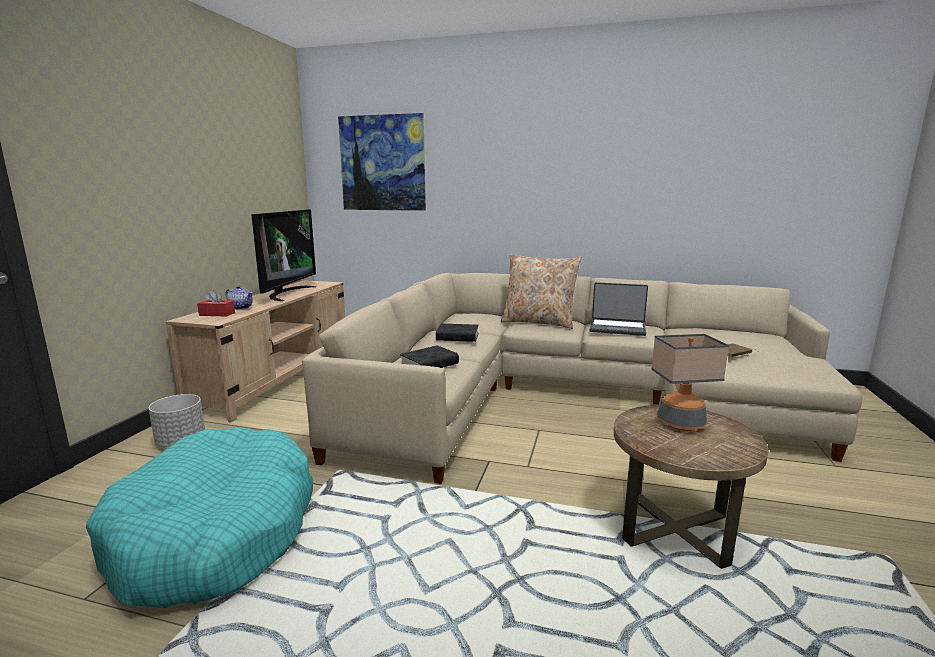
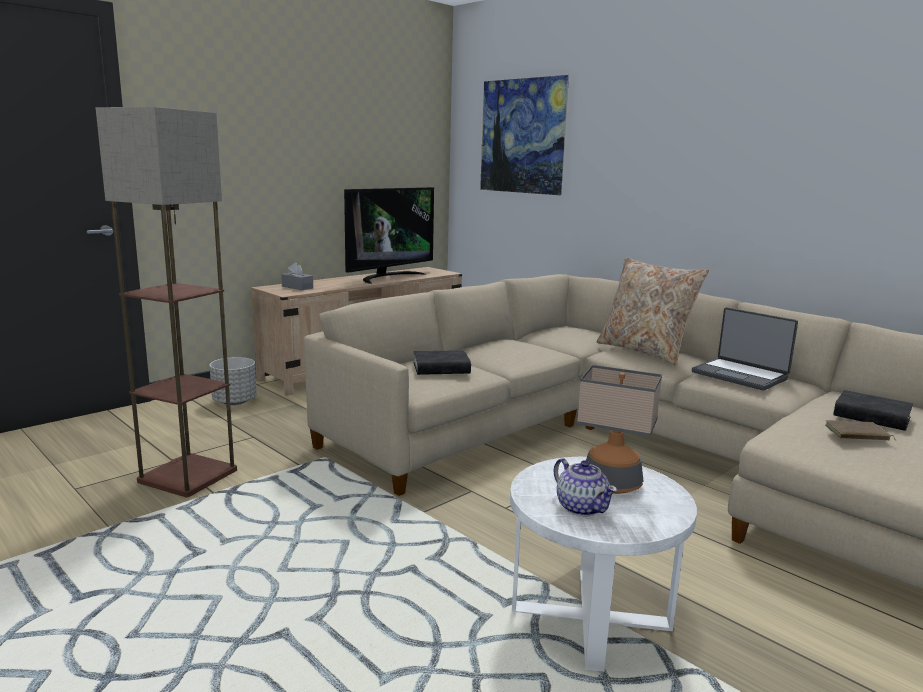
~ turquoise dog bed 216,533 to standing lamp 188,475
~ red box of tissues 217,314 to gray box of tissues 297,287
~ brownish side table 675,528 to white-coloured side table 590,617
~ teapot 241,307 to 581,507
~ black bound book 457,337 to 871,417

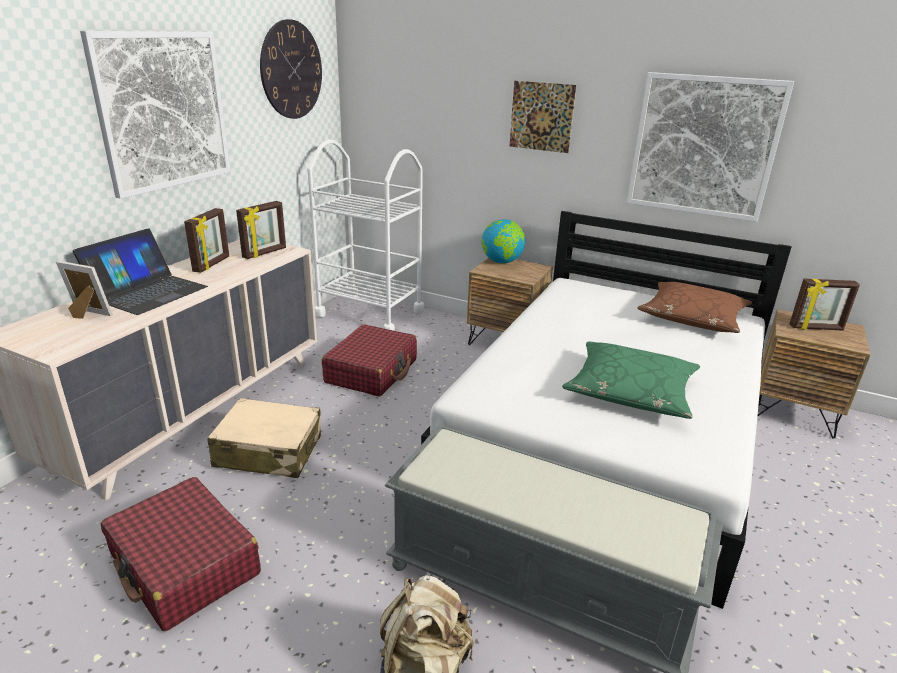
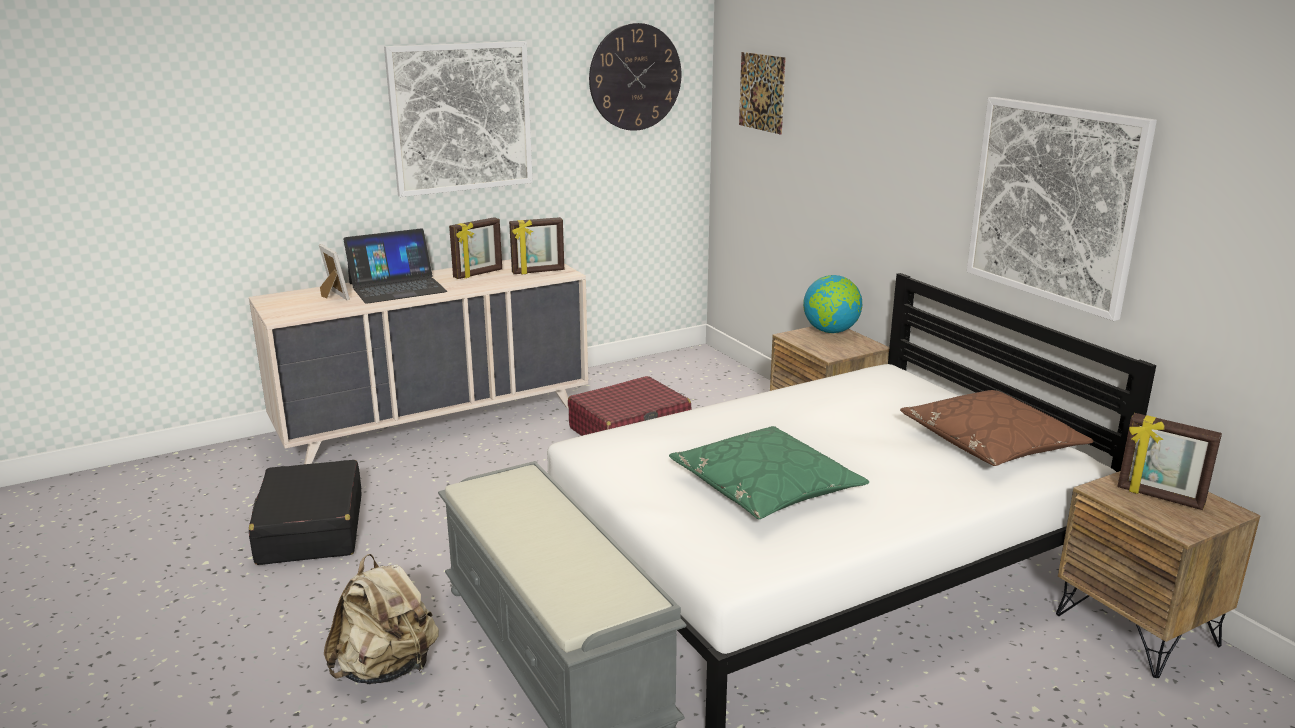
~ red travel case 185,565 to black travel case 310,529
~ wall art 541,116 to 762,92
- sand-coloured travel case 268,451
- white-coloured wheeled cart 370,313

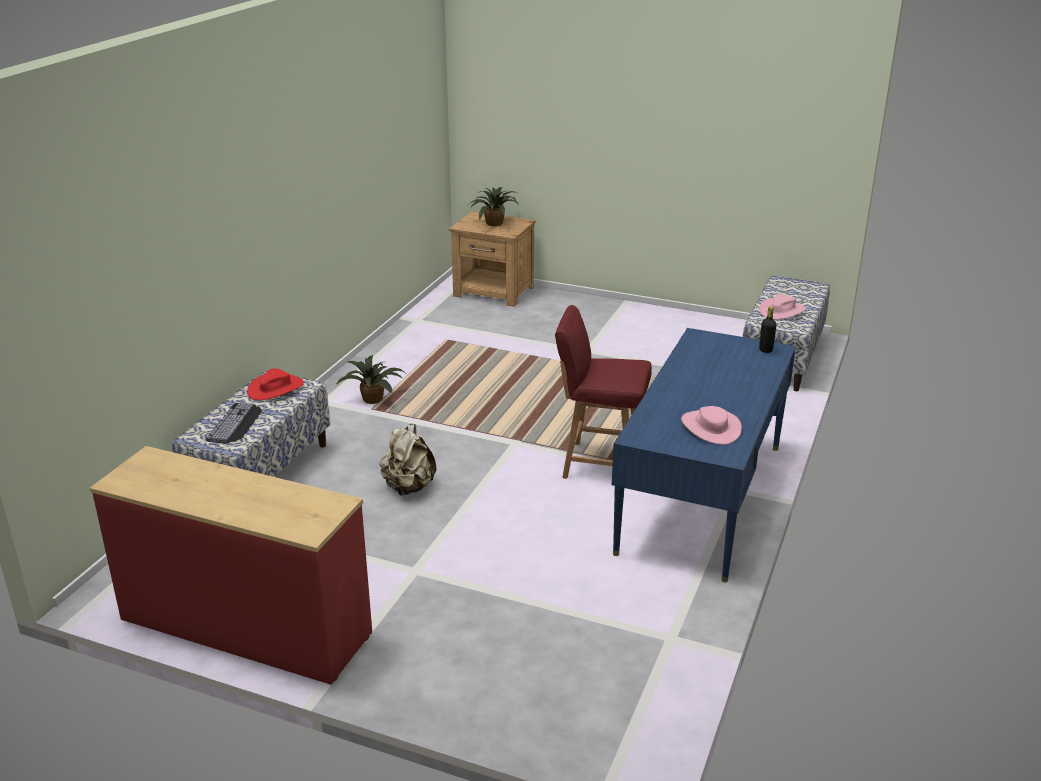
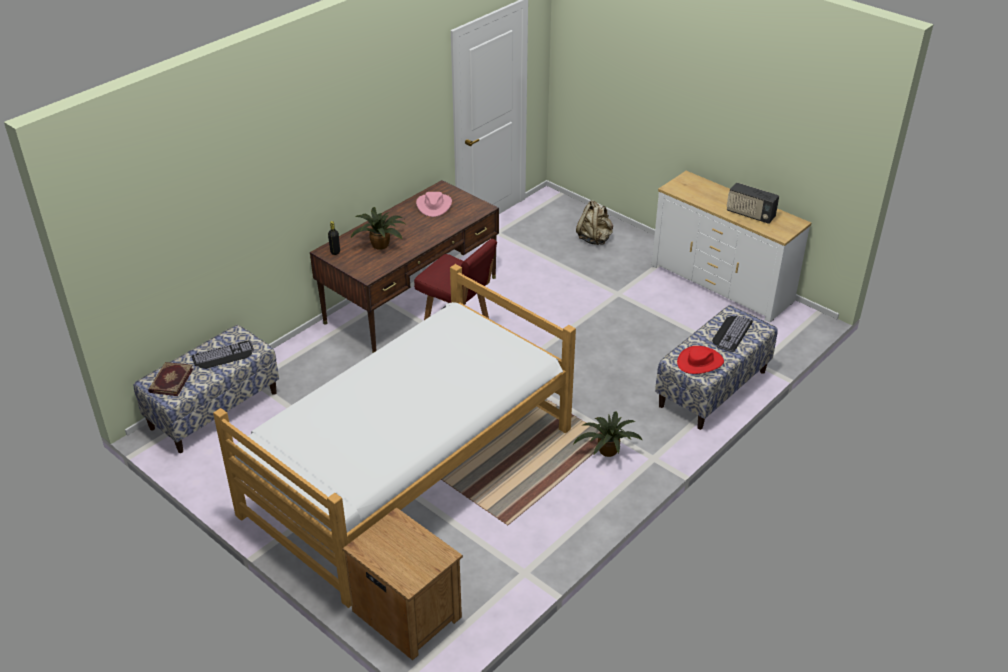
+ bound book 170,380
~ pink-coloured wearable hat 782,311 to computer keyboard 223,356
+ bed 409,471
~ blue-coloured desk unit 701,497 to brownish desk unit 411,300
~ potted plant 494,224 to 381,244
~ sand-coloured backpack 408,487 to 594,239
~ red dresser 245,627 to white-coloured dresser 721,283
+ radio set 750,215

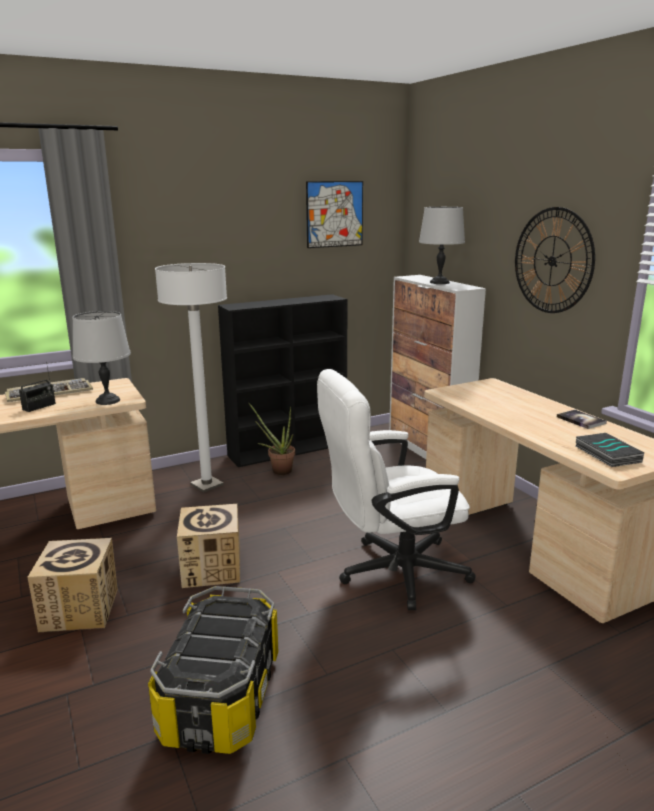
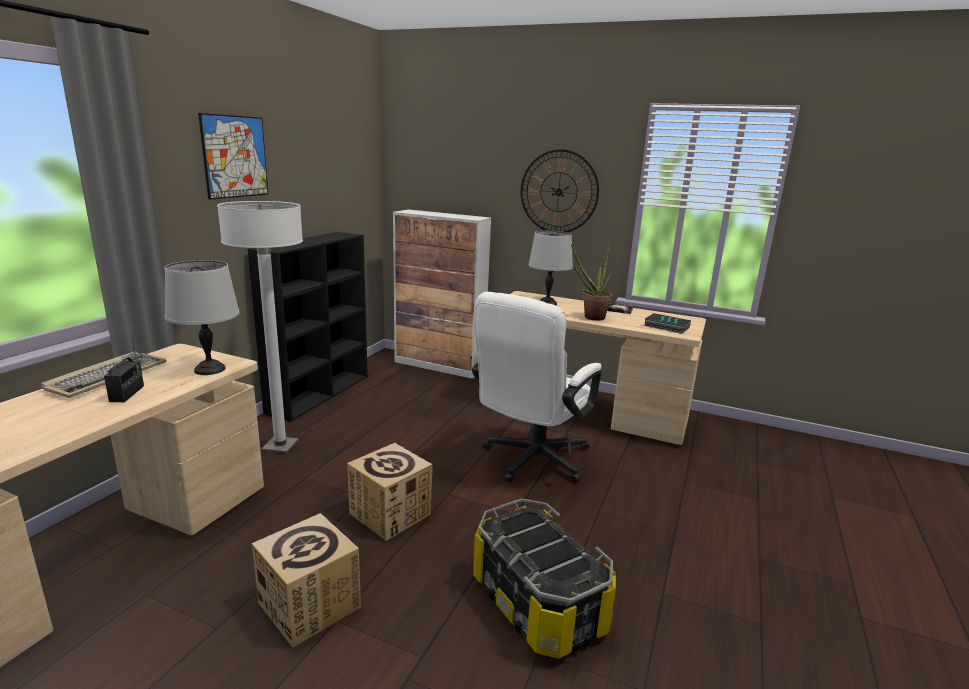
~ wall art 334,214 to 235,157
~ gray table lamp 440,282 to 547,303
~ potted plant 278,470 to 590,318

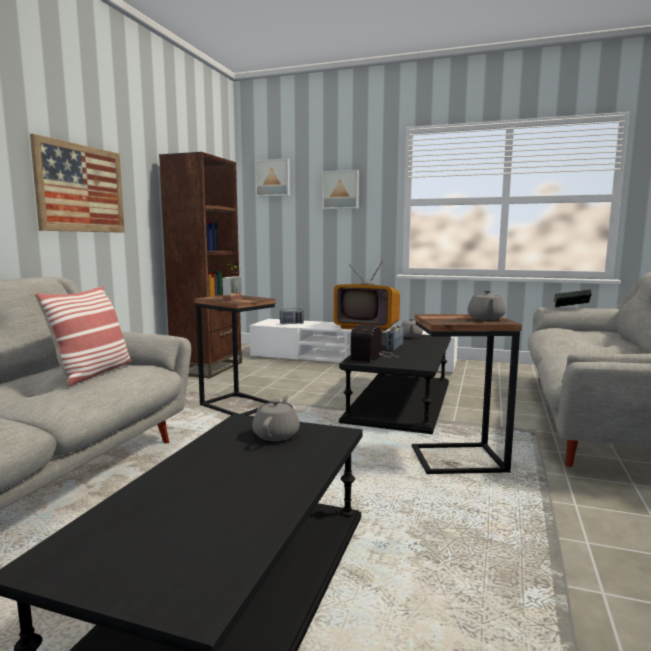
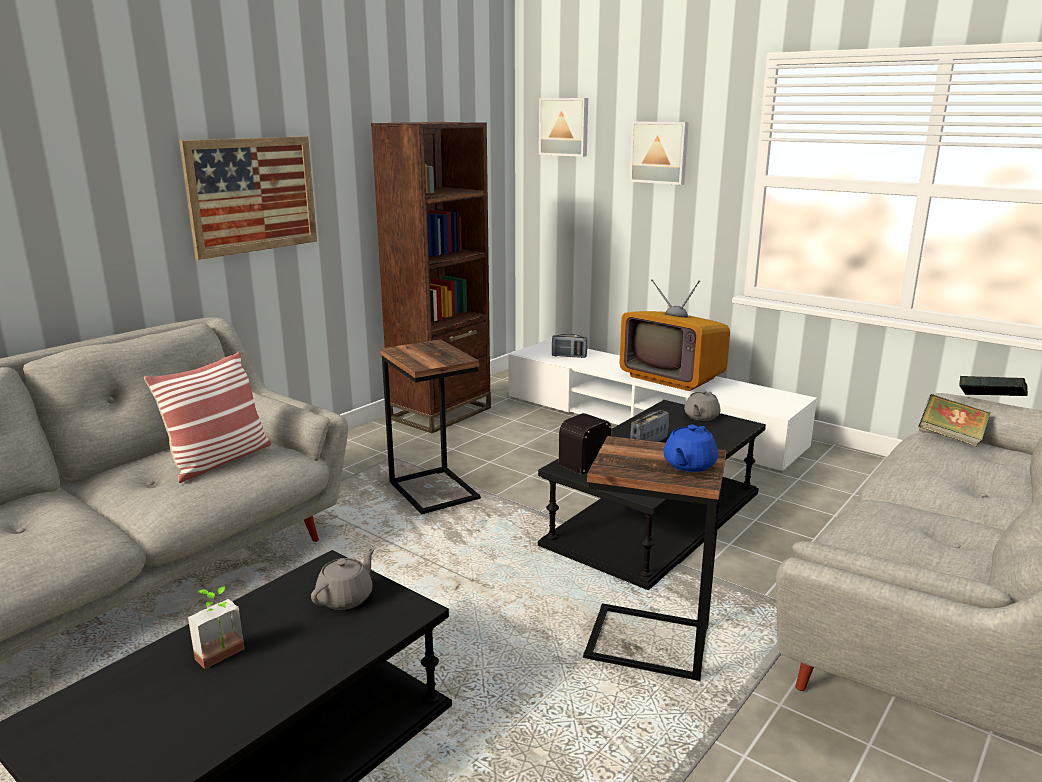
~ potted plant 235,299 to 224,658
~ gray teapot 485,318 to blue-coloured teapot 688,465
+ bound book 951,437

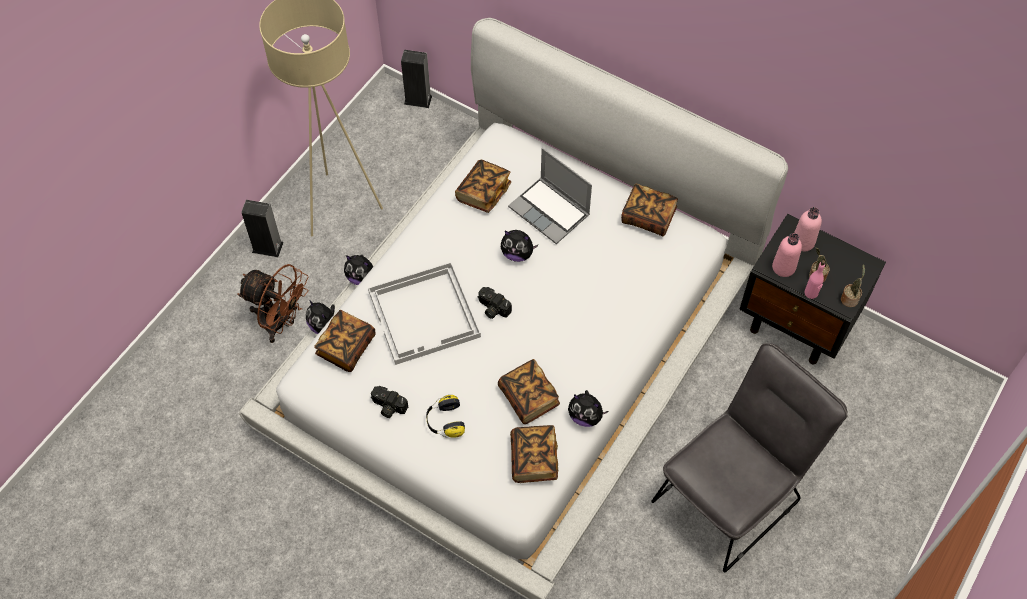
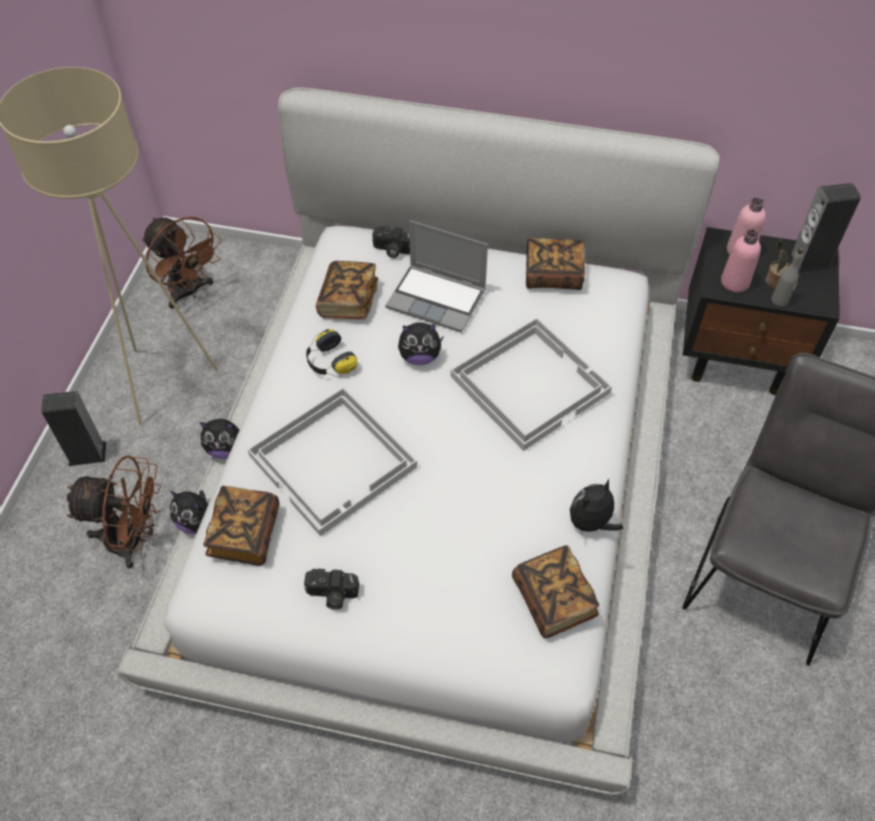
+ brownish fan 189,292
~ headphones 444,421 to 329,362
~ still camera 492,309 to 392,250
+ white-coloured carrying tray 530,383
~ cuddly toy 585,416 = 591,523 135 degrees clockwise
~ pink-coloured beverage bottle 811,293 to gray beverage bottle 779,300
~ audio speaker 418,99 to 809,262
- bound book 528,398
- potted plant 850,298

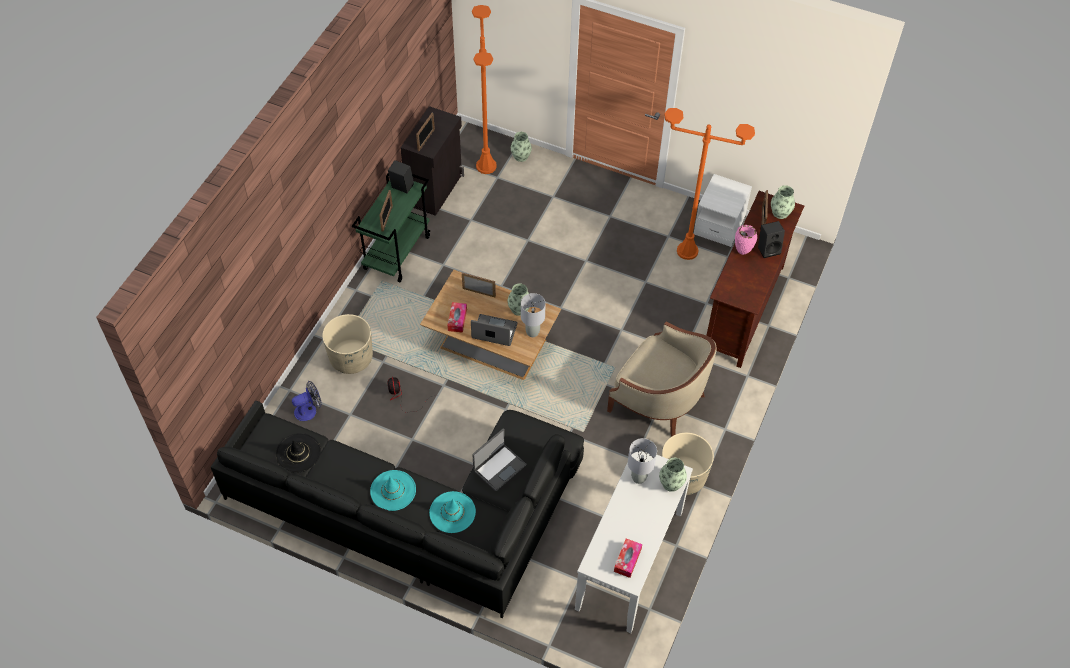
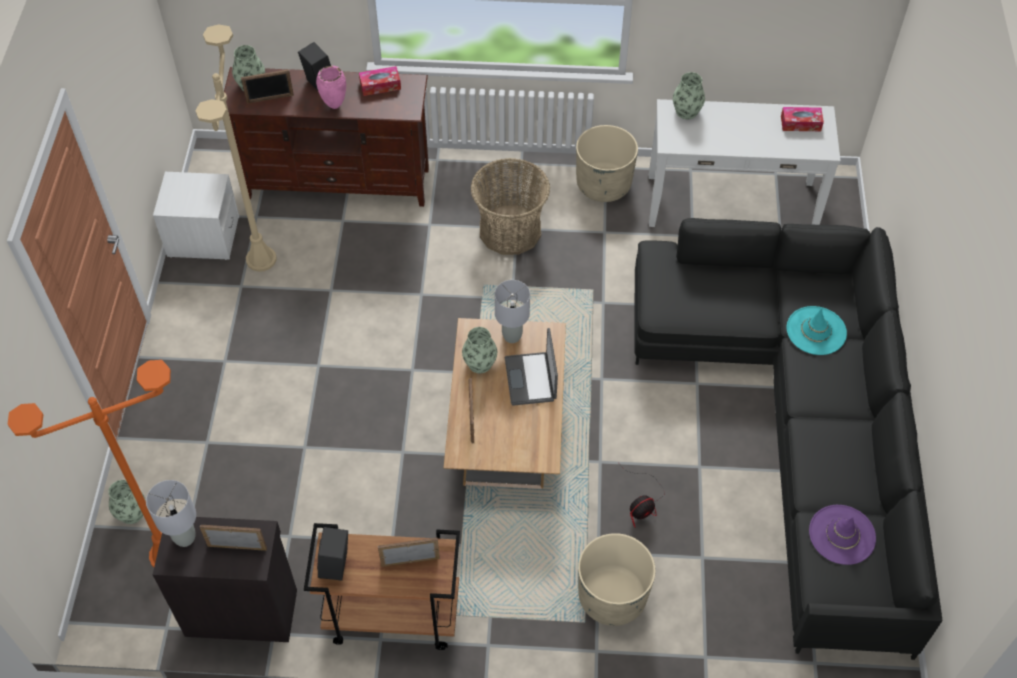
~ gray table lamp 638,478 to 185,538
~ orangey standing lamp 687,251 to sand-coloured standing lamp 261,259
~ green wheeled cart 397,252 to brownish wheeled cart 391,616
~ box of tissues 457,320 to 380,85
~ sand-coloured easy chair 659,399 to basket 510,230
~ black wearable hat 298,453 to purplish wearable hat 842,534
- fan 309,410
- turquoise wearable hat 393,490
- notebook computer 499,467

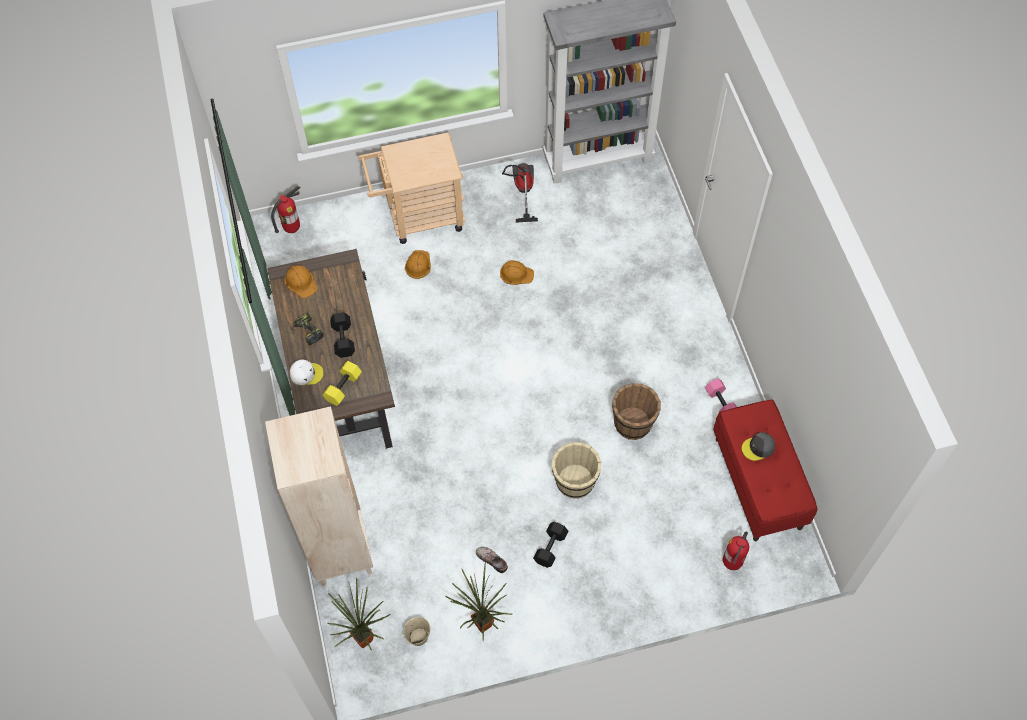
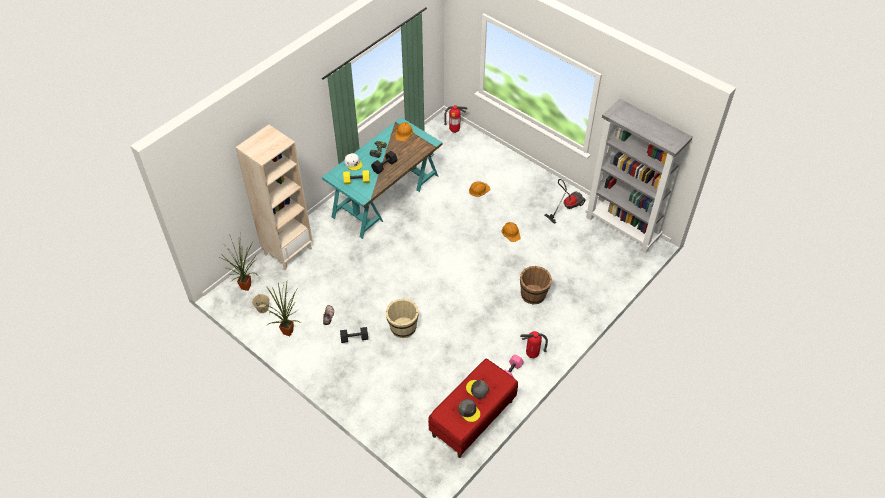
~ brownish desk unit 339,376 to turquoise desk unit 385,196
+ gray peaked cap 469,411
~ brownish water bucket 633,423 to 533,295
~ fire-fighting cylinder 732,563 to 532,355
- sand-coloured wheeled cart 418,217

